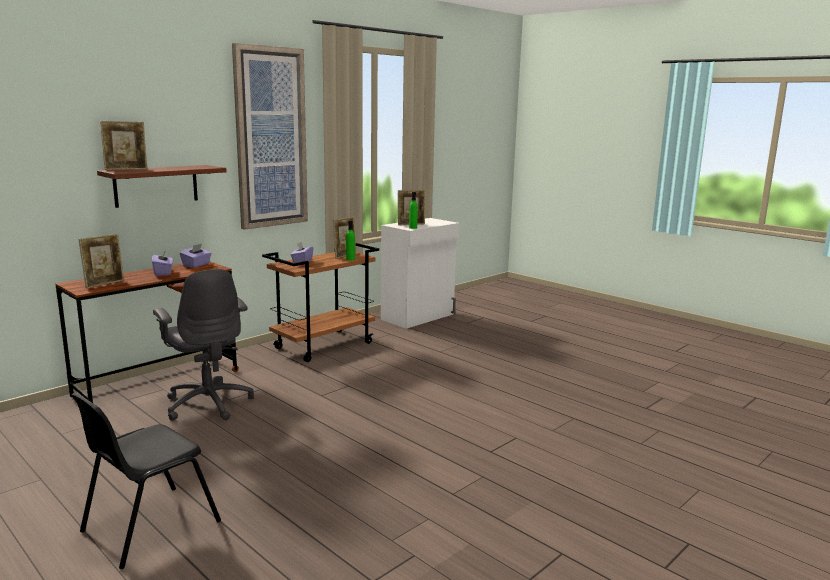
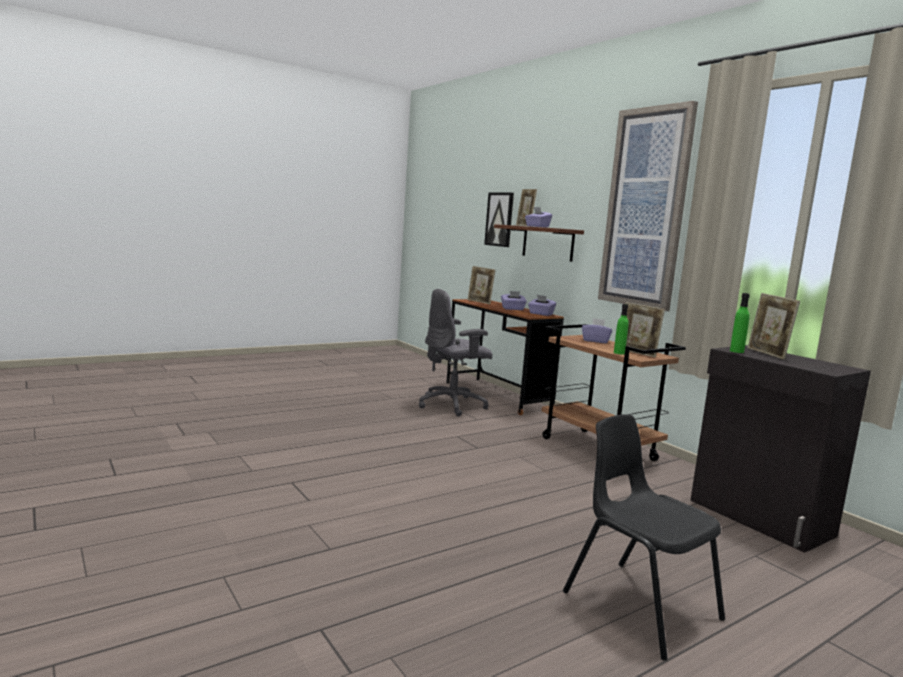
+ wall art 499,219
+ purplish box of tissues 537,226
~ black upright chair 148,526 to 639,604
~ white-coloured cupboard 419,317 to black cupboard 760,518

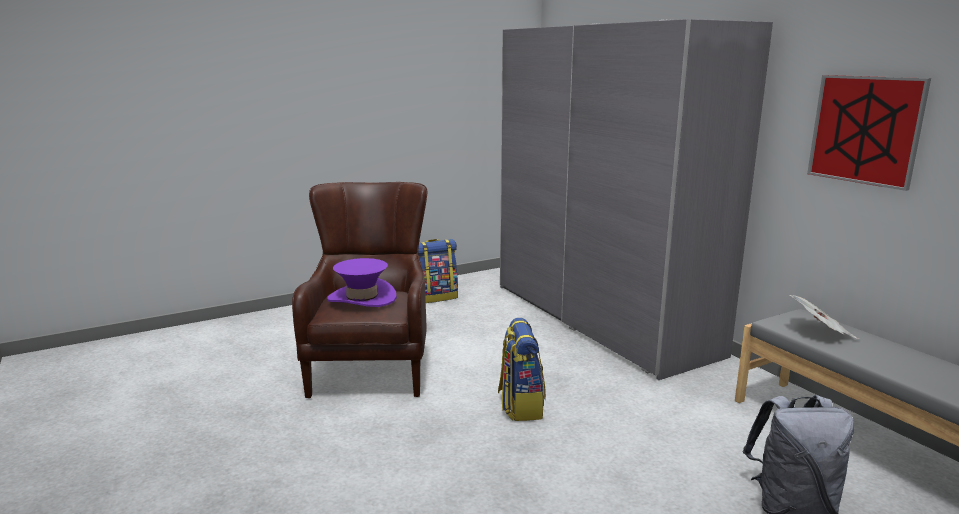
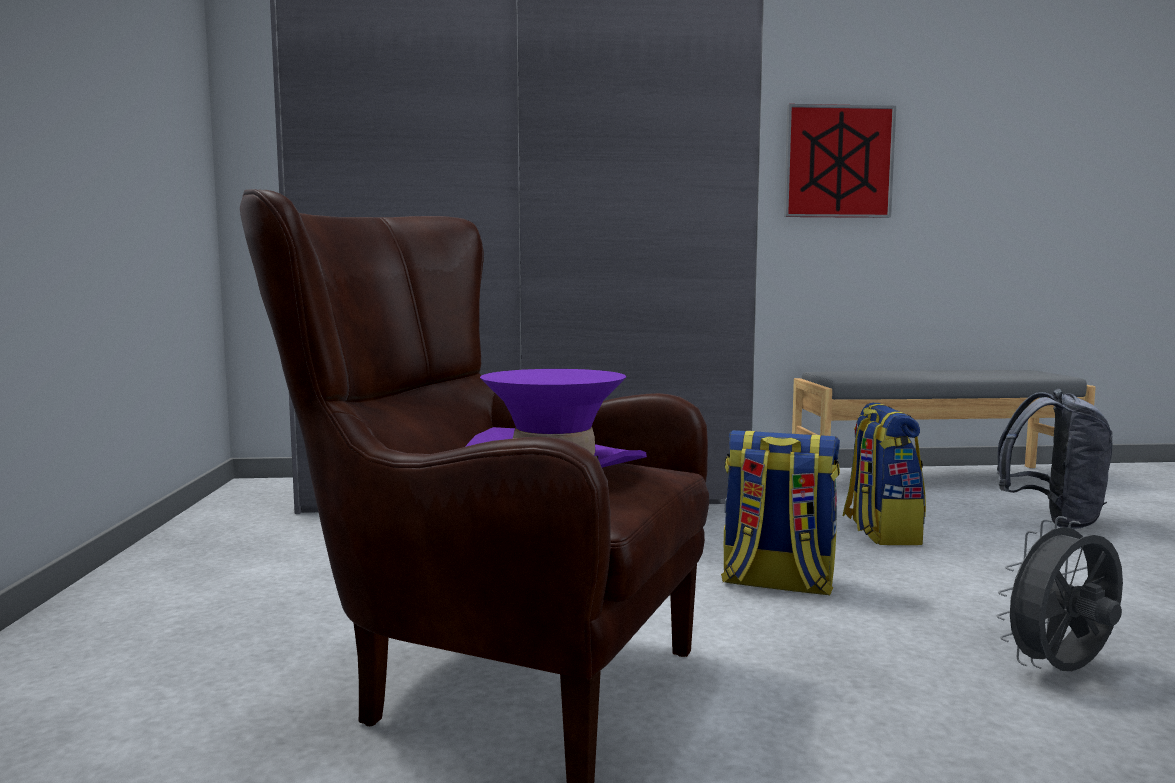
~ backpack 436,297 to 880,532
+ gray fan 1062,672
- newspaper 820,332

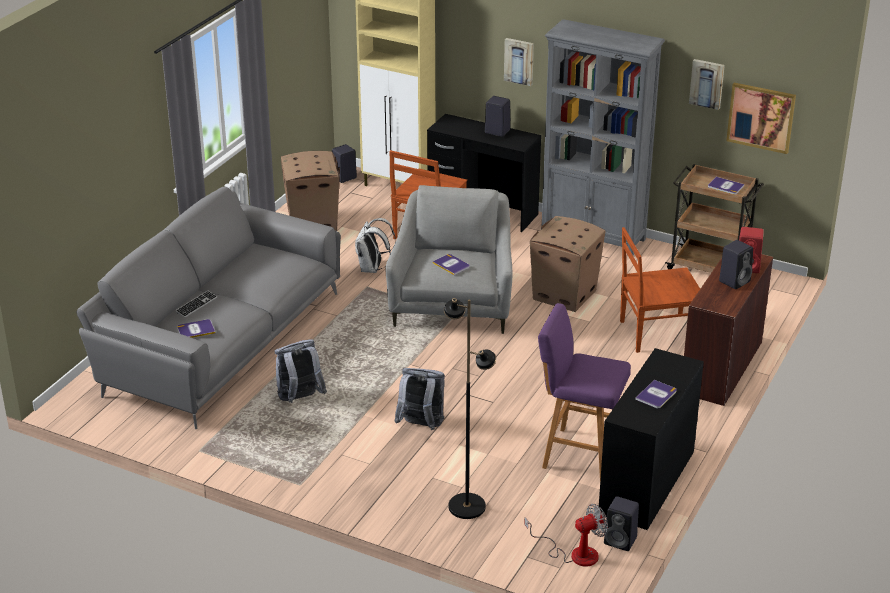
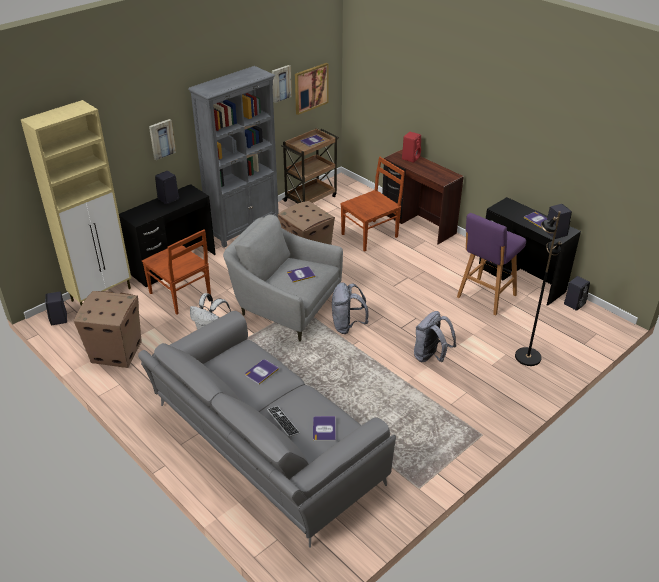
+ bound book 261,372
~ gray backpack 299,399 to 347,326
~ brownish upright chair 656,333 = 371,235 135 degrees counterclockwise
~ black audio speaker 735,281 to 555,233
- fan 574,553

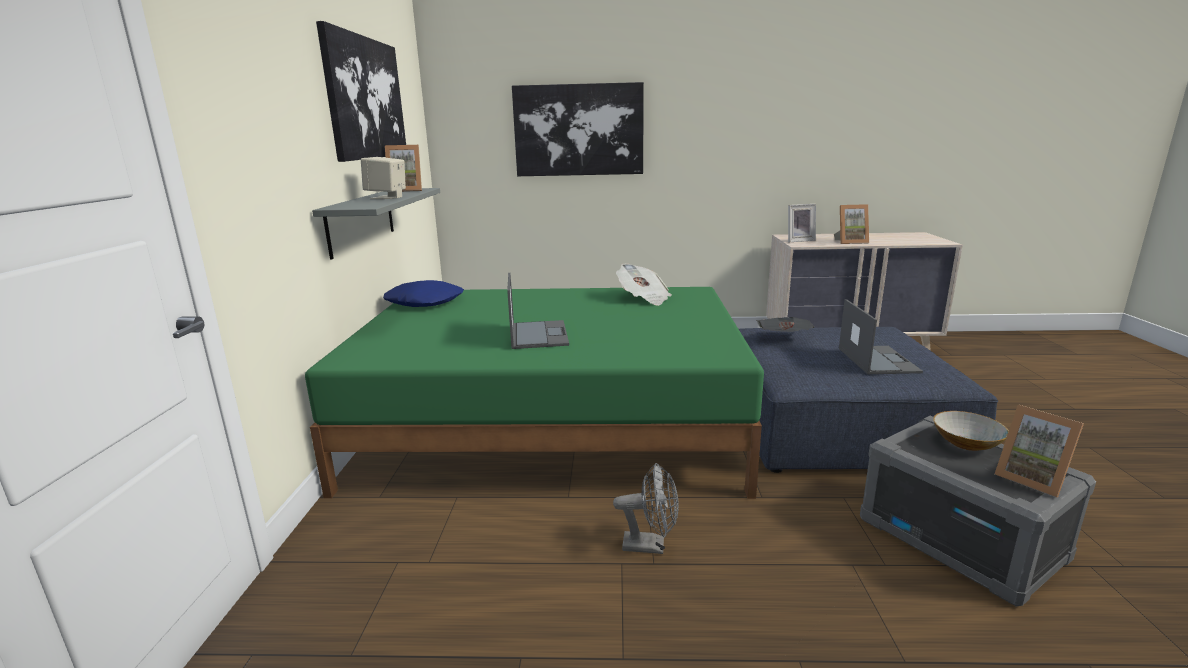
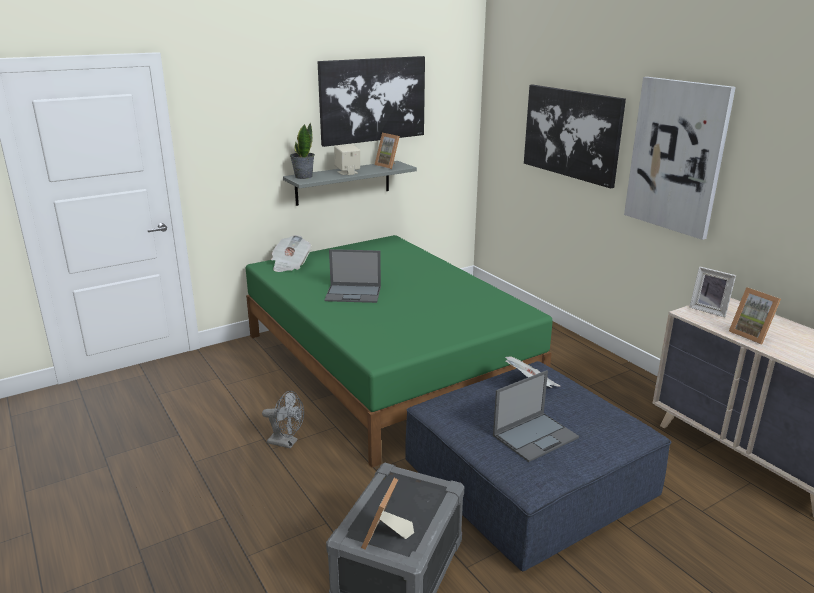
~ gray fan 650,545 = 287,442 45 degrees counterclockwise
~ newspaper 644,298 to 290,265
+ potted plant 303,176
~ notebook computer 538,334 = 354,294 45 degrees clockwise
+ wall art 676,156
- blue-coloured throw pillow 425,302
- serving bowl 966,443

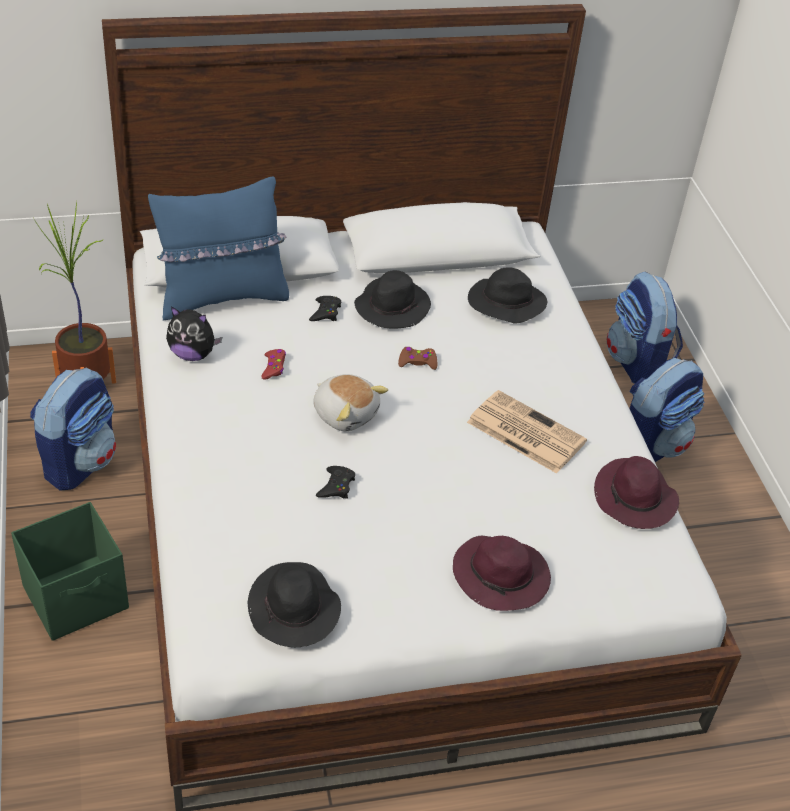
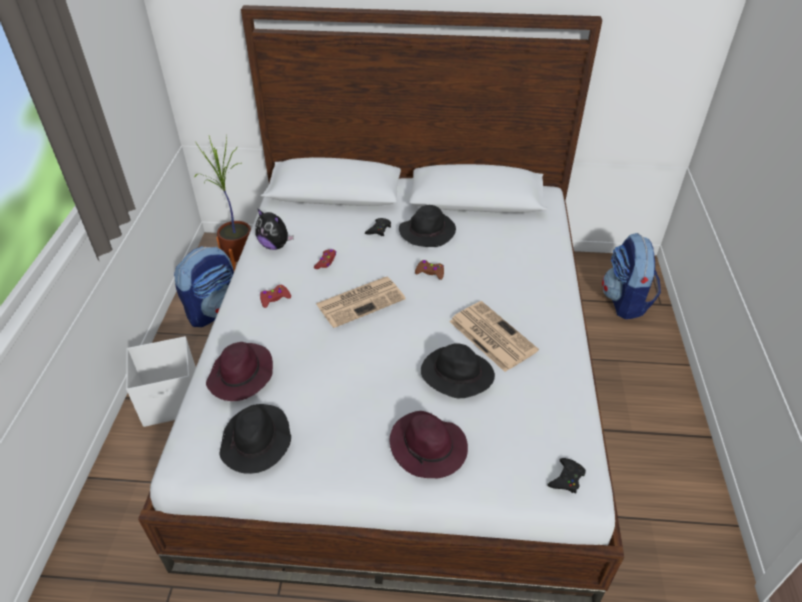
~ green storage bin 77,598 to white-coloured storage bin 173,400
~ purplish wearable hat 635,499 to 241,376
+ red gamepad 274,298
~ cuddly toy 345,413 to newspaper 361,301
~ black wearable hat 505,304 to 455,375
~ black gamepad 336,486 to 566,478
- blue-coloured throw pillow 222,297
- backpack 652,445

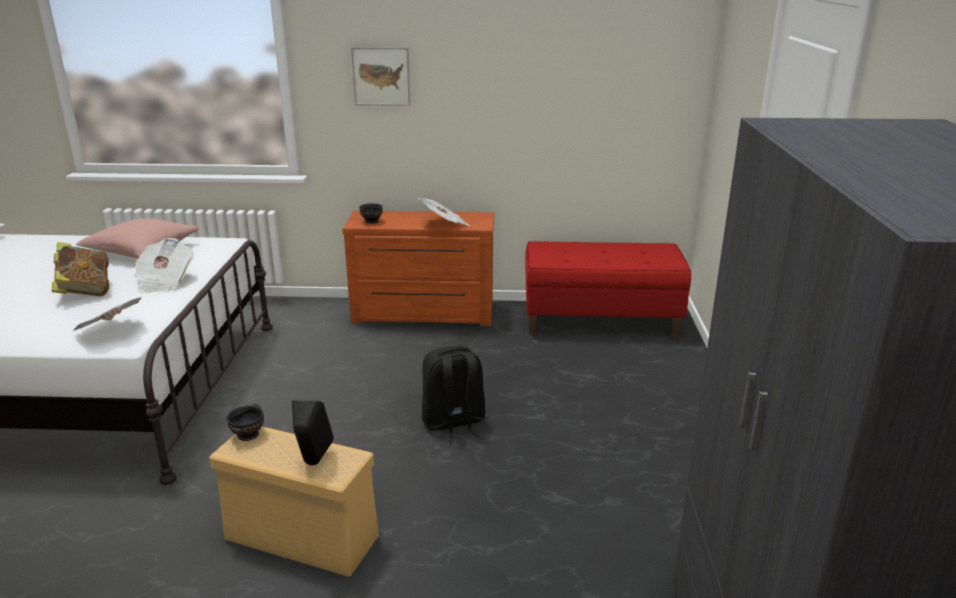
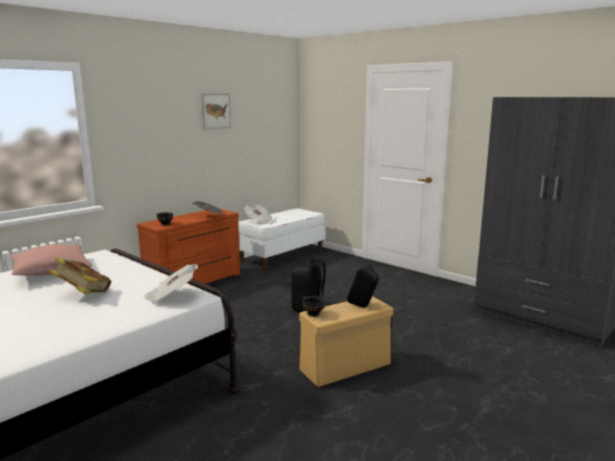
~ wall art 381,76 to 216,111
~ red indoor bench 600,320 to white-coloured indoor bench 282,256
~ newspaper 164,281 to 258,221

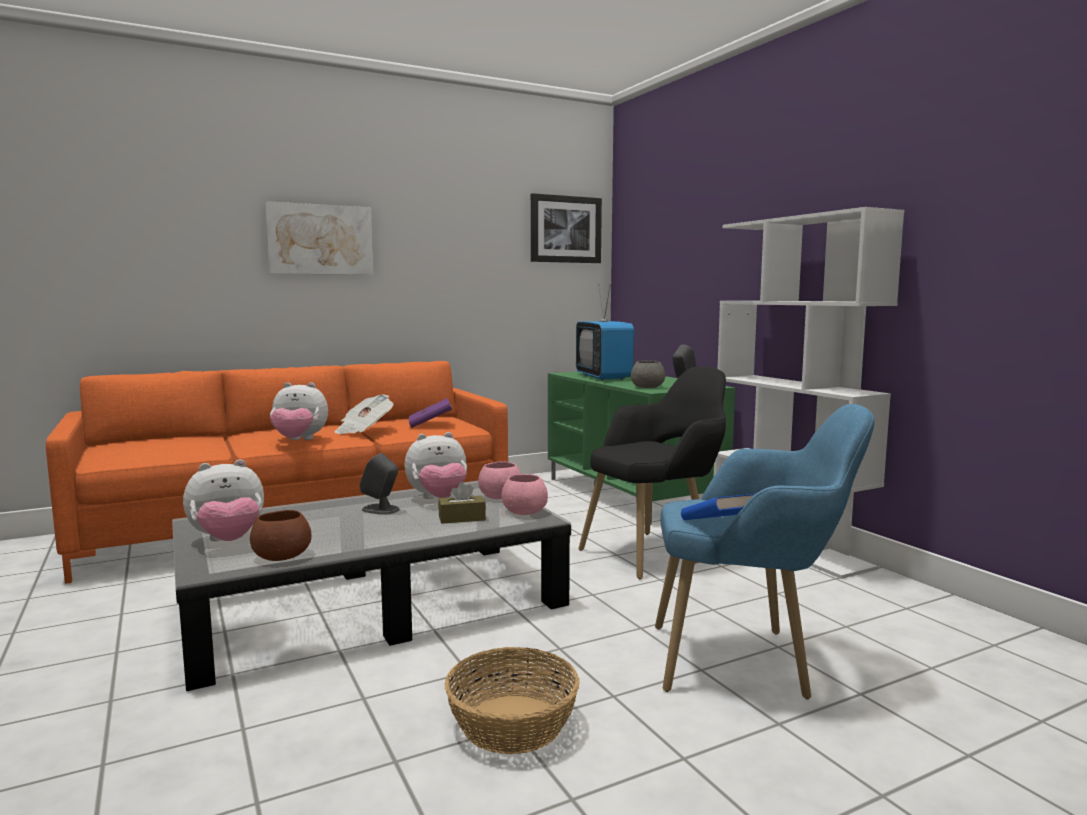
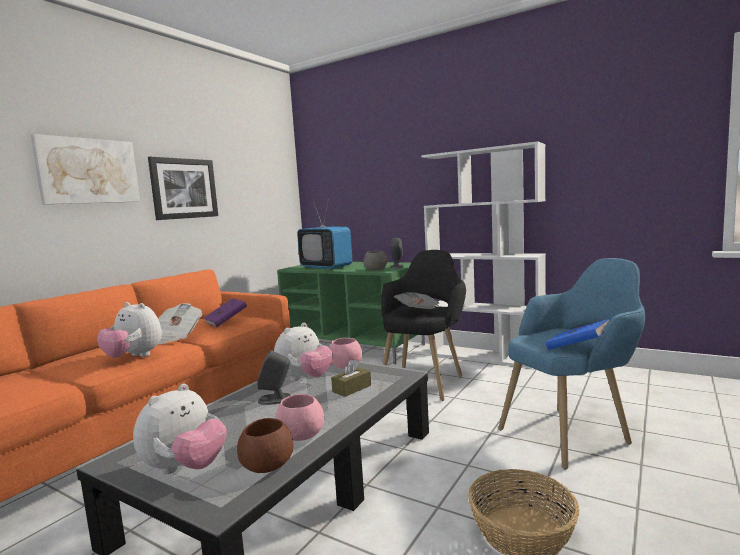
~ cuddly toy 299,440 = 134,357 60 degrees clockwise
~ wall art 565,229 to 184,188
~ pink-coloured serving bowl 524,512 to 301,435
+ newspaper 418,313

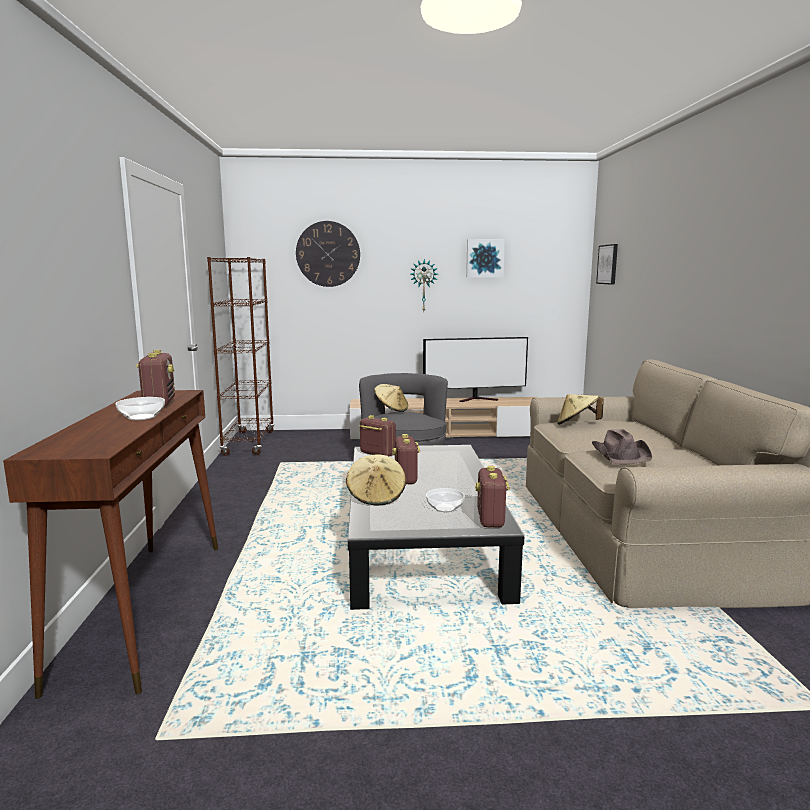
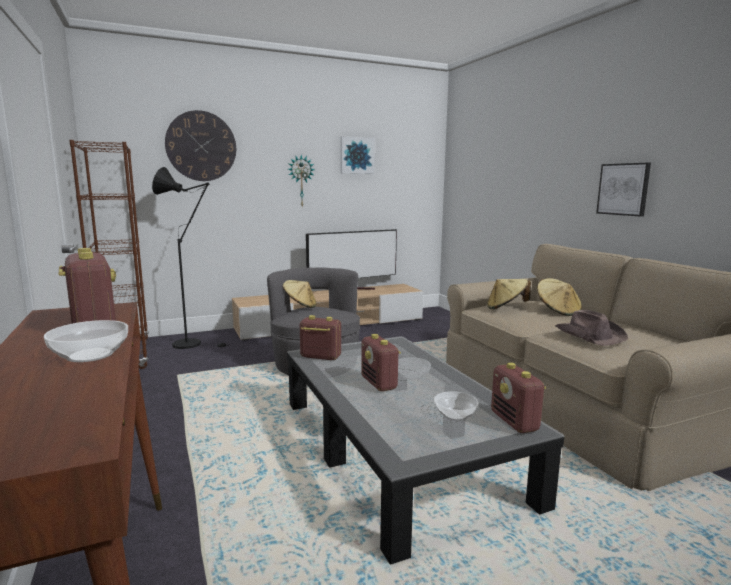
+ black standing lamp 192,344
+ serving bowl 411,375
~ sand-coloured wearable hat 376,496 to 557,311
~ wall art 608,264 to 623,189

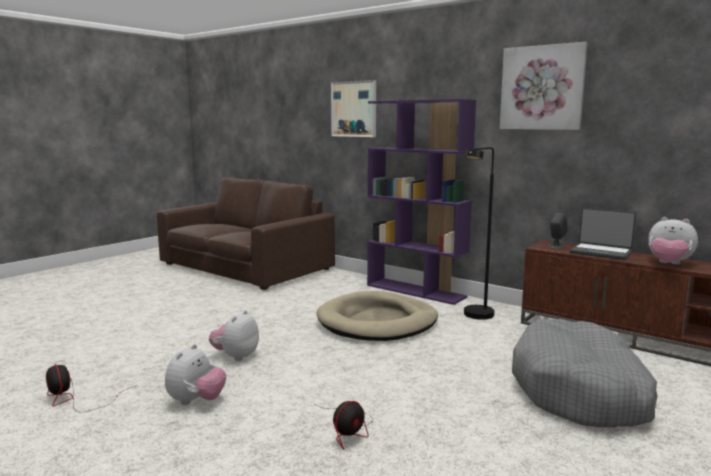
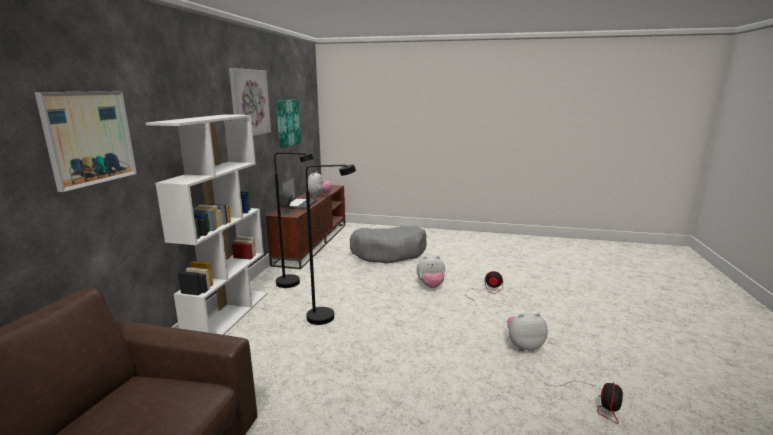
~ purplish bookshelf 416,291 to white-coloured bookshelf 228,315
+ wall art 287,123
~ sand-coloured dog bed 377,322 to black standing lamp 328,316
~ cuddly toy 236,356 to 431,286

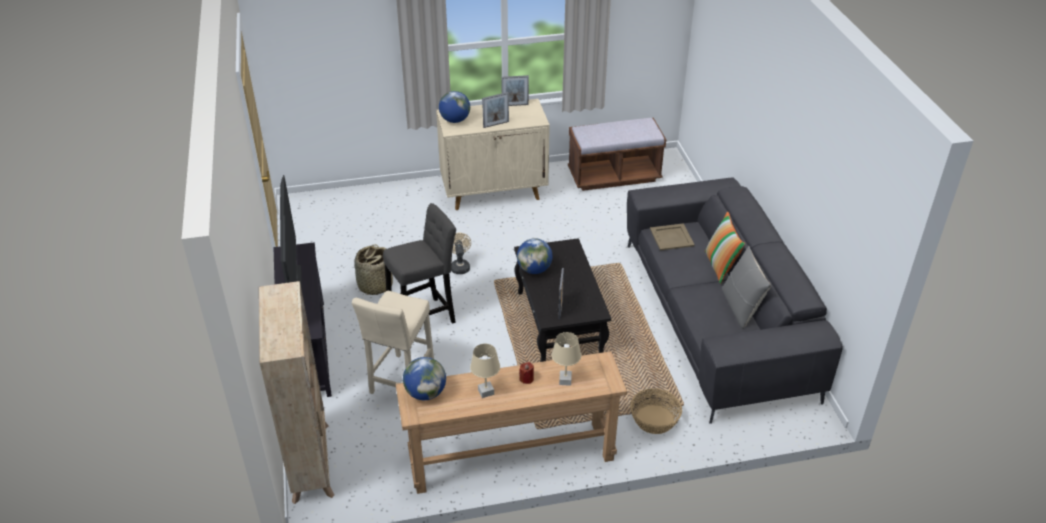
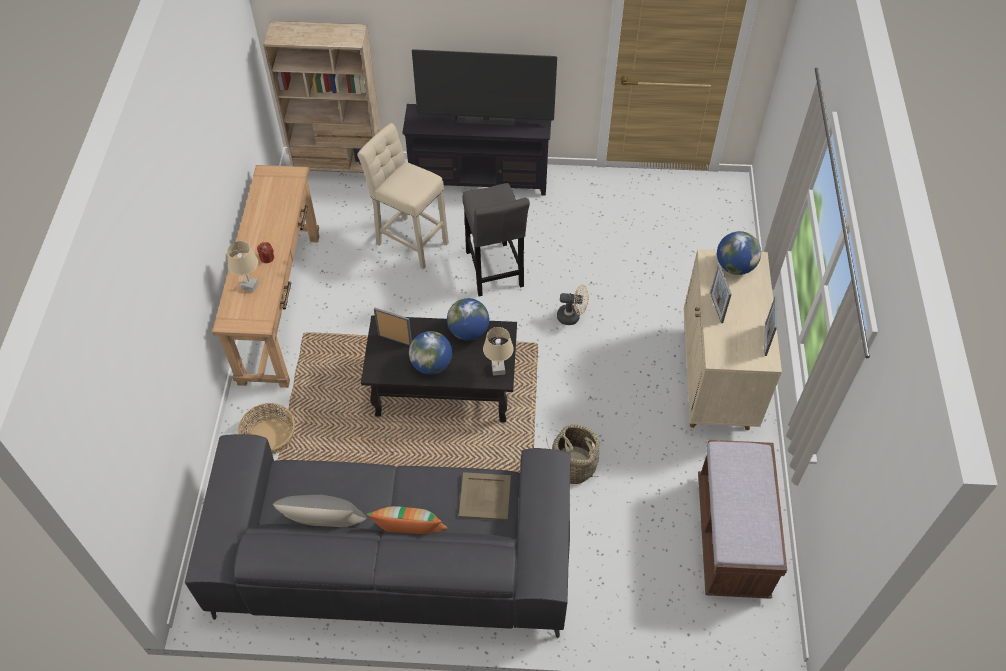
~ globe 425,393 to 431,364
~ sand-coloured table lamp 486,392 to 498,369
~ basket 375,285 to 572,465

